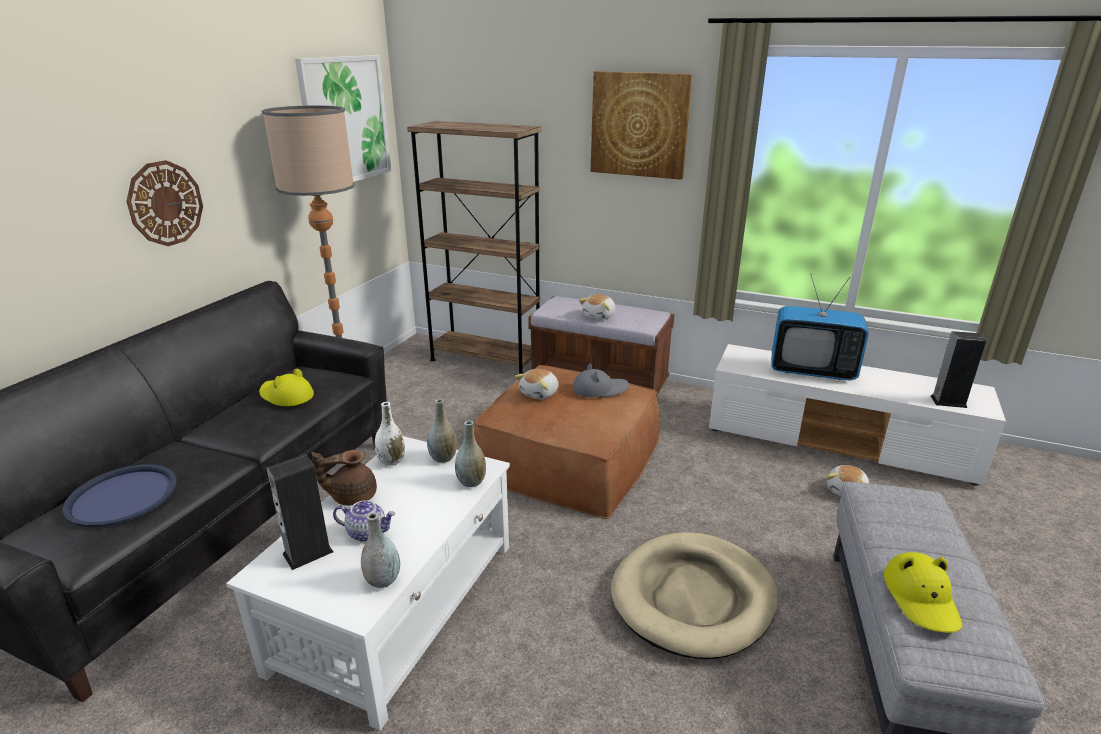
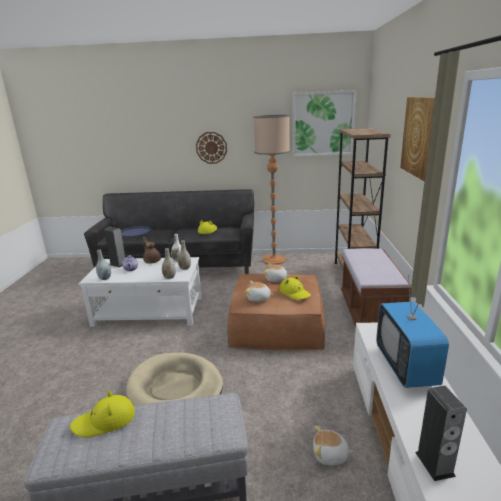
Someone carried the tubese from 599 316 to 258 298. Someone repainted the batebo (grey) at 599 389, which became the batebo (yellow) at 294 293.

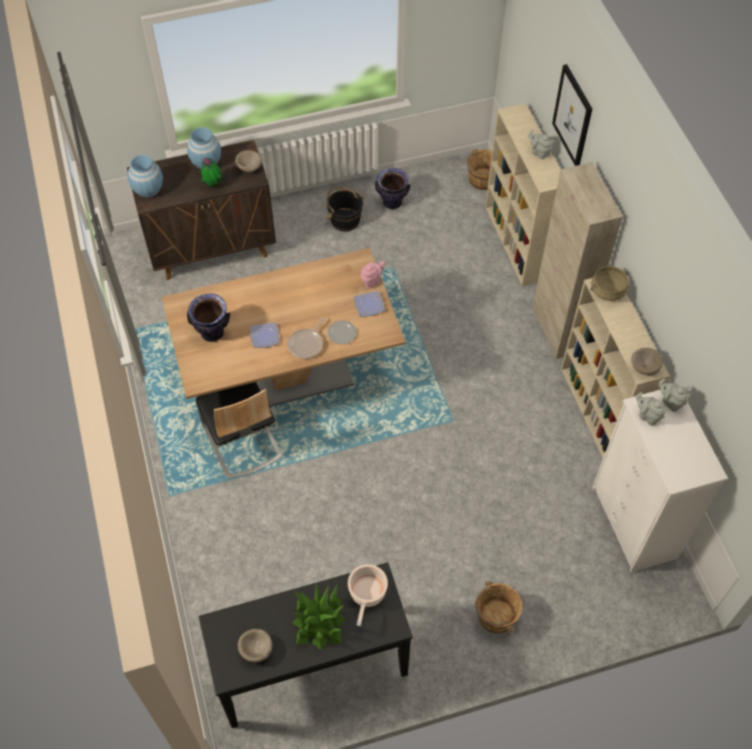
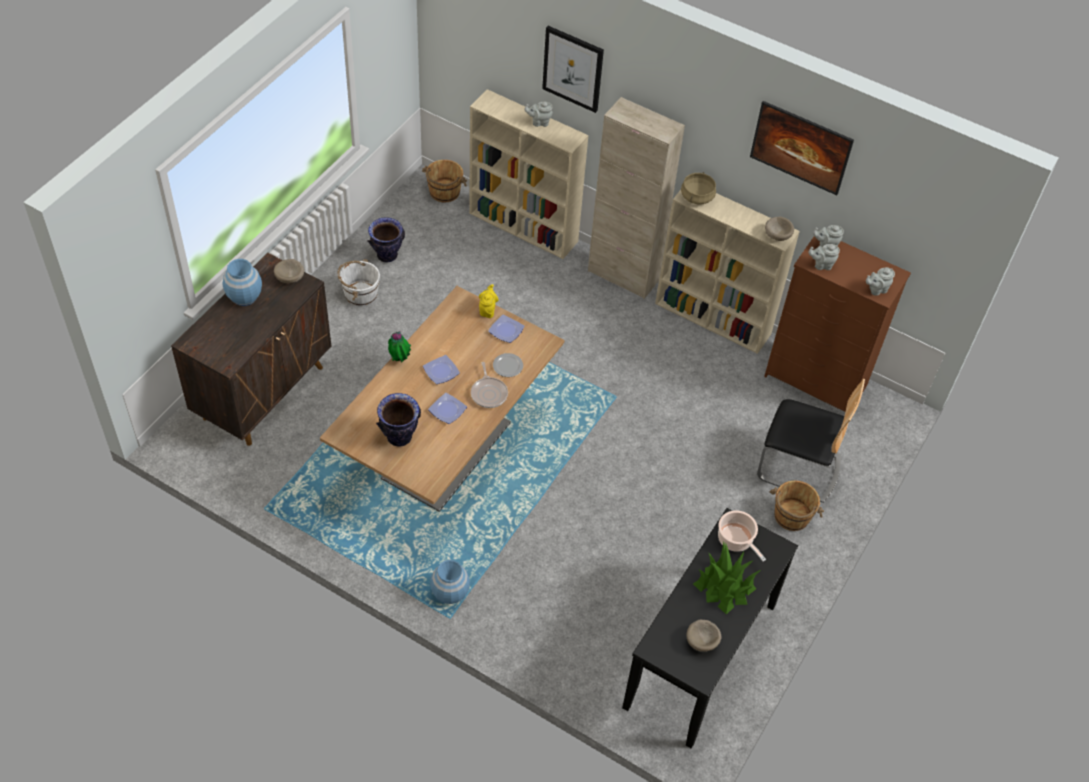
Someone put down the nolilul at 440 371. Someone put up the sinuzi at 797 161. Someone put down the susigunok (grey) at 876 289. Someone carried the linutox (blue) from 148 189 to 449 593. Someone carried the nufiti from 241 441 to 798 467. Someone carried the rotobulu from 213 184 to 399 359. Someone repainted the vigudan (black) at 345 220, which became the vigudan (white) at 360 294. Someone repainted the susigunok (pink) at 372 281, which became the susigunok (yellow) at 487 310. Someone repainted the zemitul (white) at 633 523, which became the zemitul (brown) at 816 381.

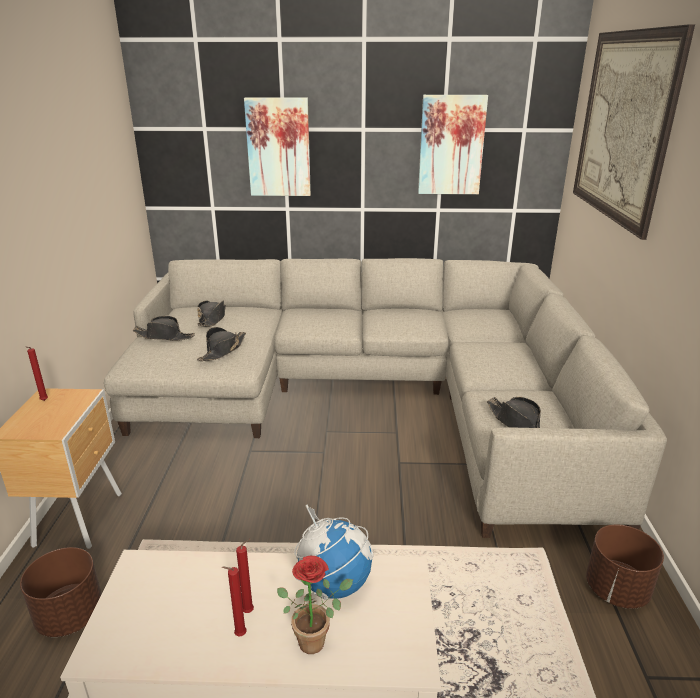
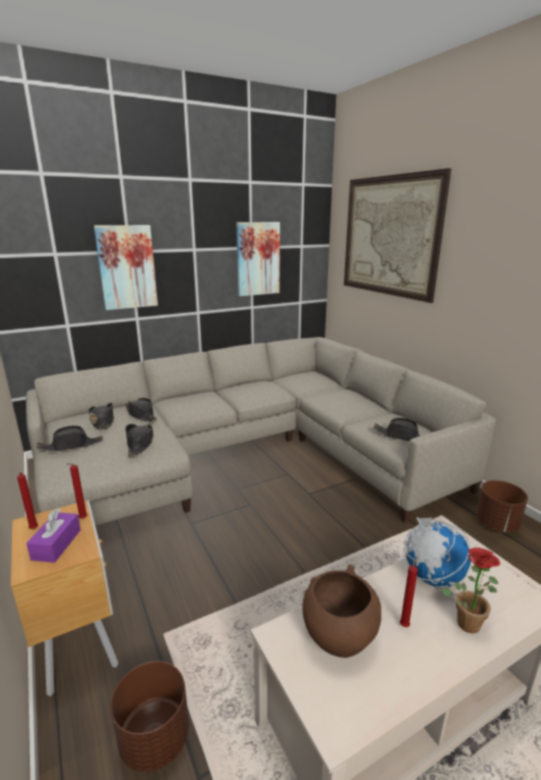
Someone put down the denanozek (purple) at 56 544. Someone put down the batebo (black) at 141 415. Someone put down the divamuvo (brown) at 338 636. Someone carried the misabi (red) from 238 635 to 82 519.

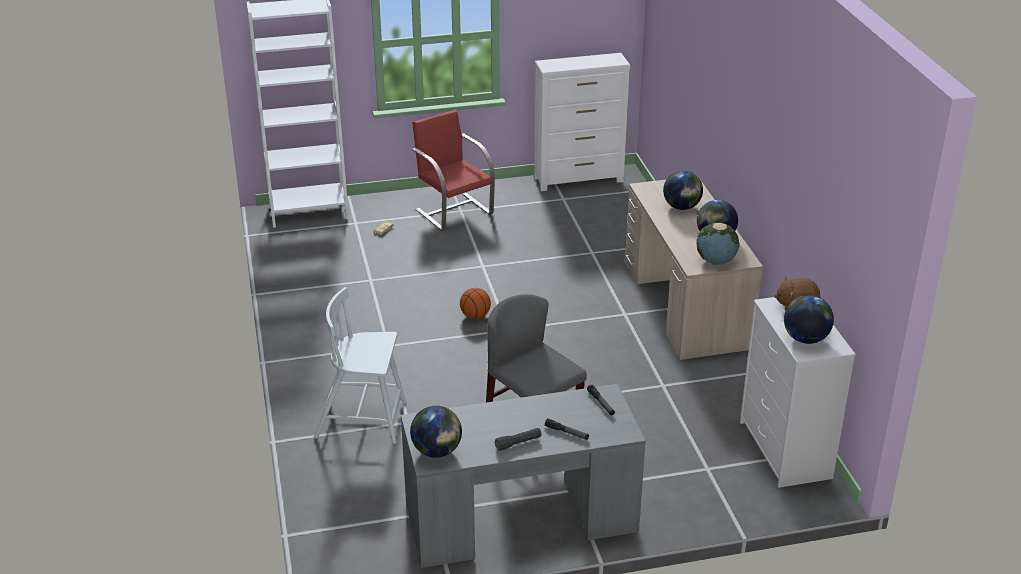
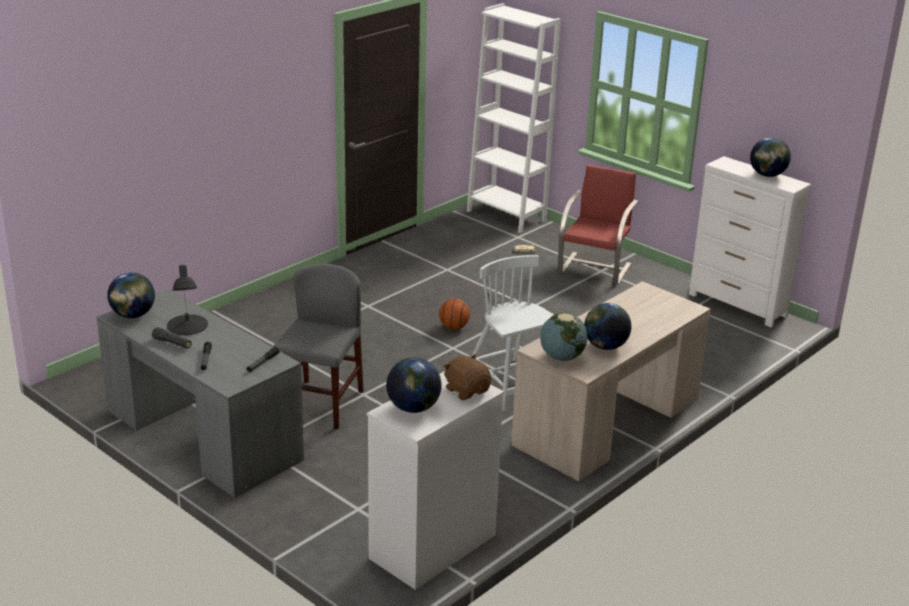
Someone put down the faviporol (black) at 187 325. Someone carried the nufiti (white) from 363 420 to 510 385. Someone carried the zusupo from 682 207 to 767 175.

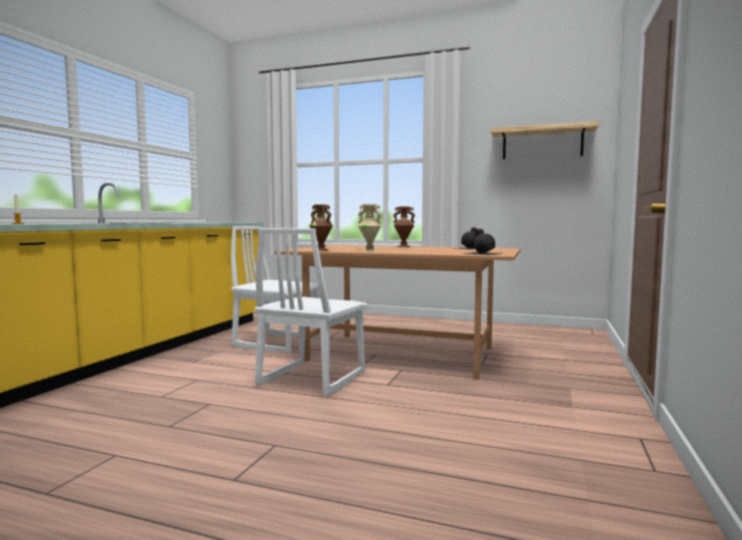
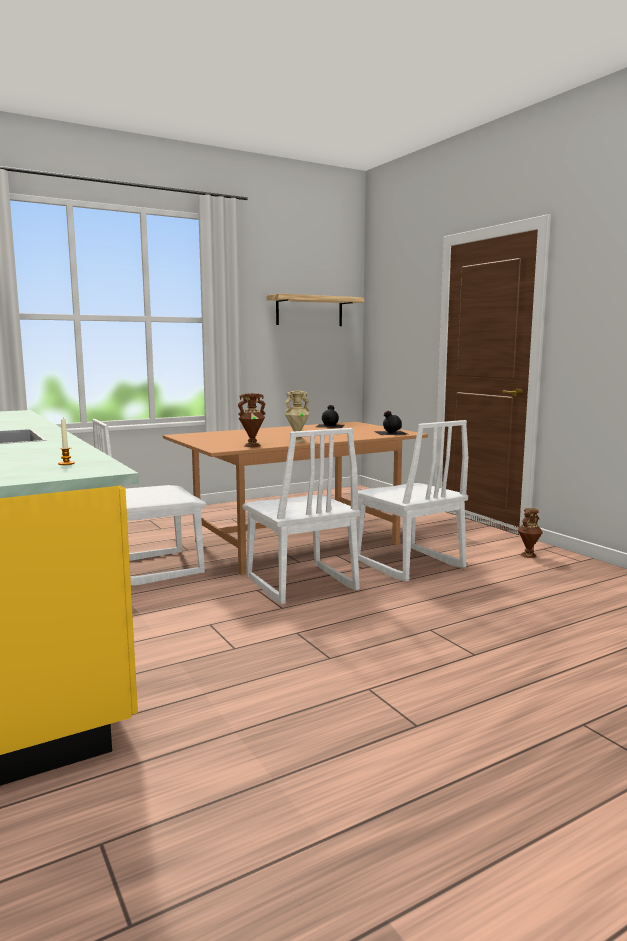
Someone put down the nufiti (white) at 408 565. Someone carried the linutox (brown) from 403 247 to 528 555.

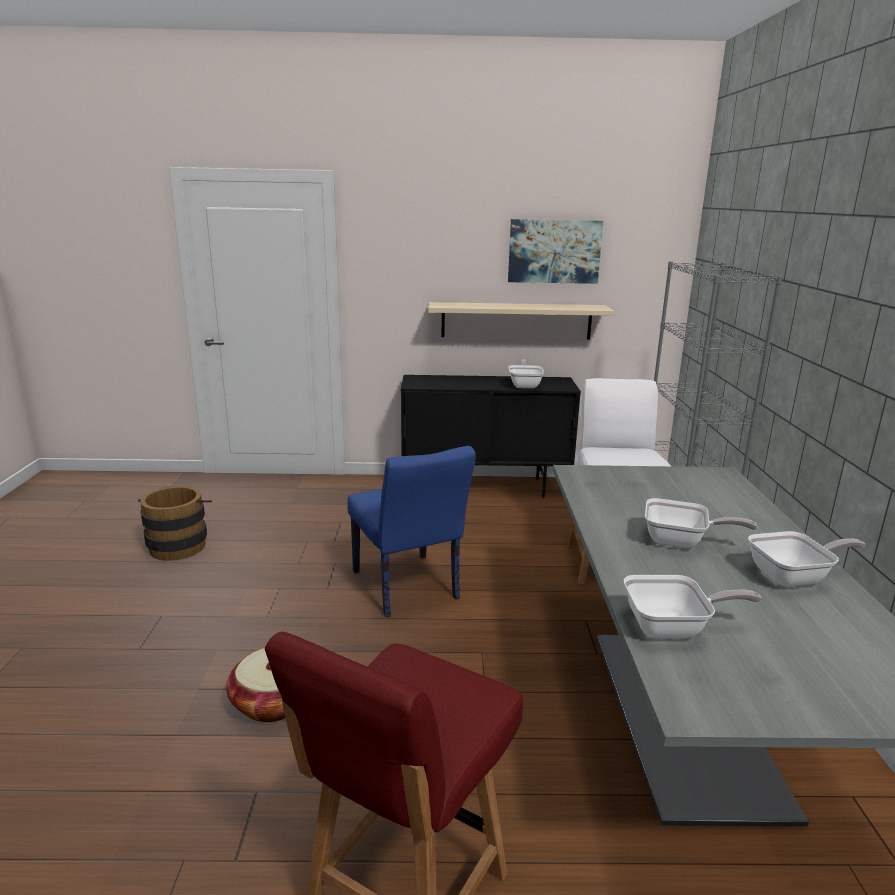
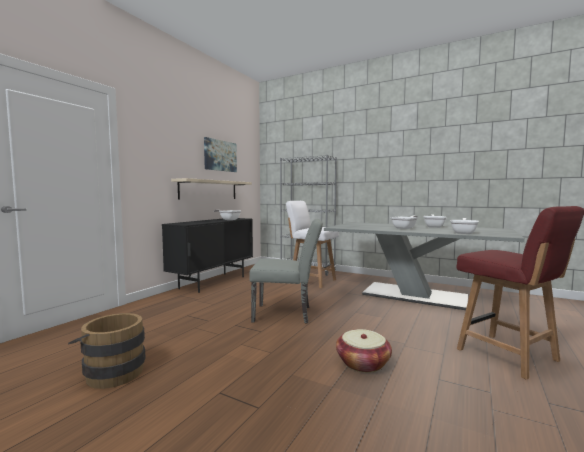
Someone repainted the nufiti (blue) at 408 589, which became the nufiti (grey) at 287 314.

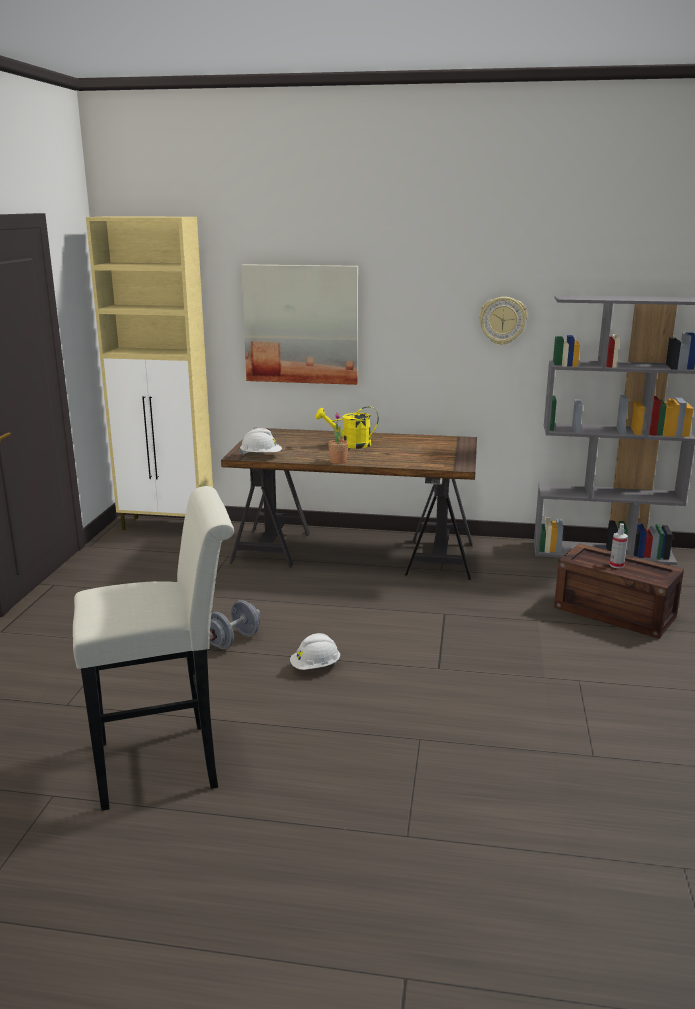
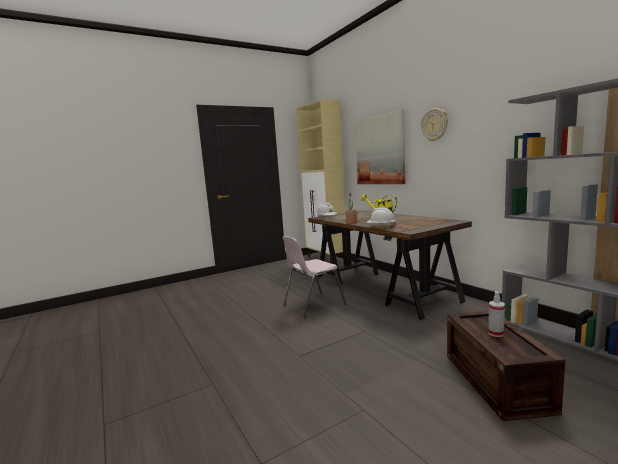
Someone took away the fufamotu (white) at 168 762. Someone took away the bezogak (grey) at 233 641. Someone put down the nufiti (pink) at 313 305. Someone carried the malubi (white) from 315 667 to 381 227. Someone carried the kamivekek from 502 320 to 435 125.

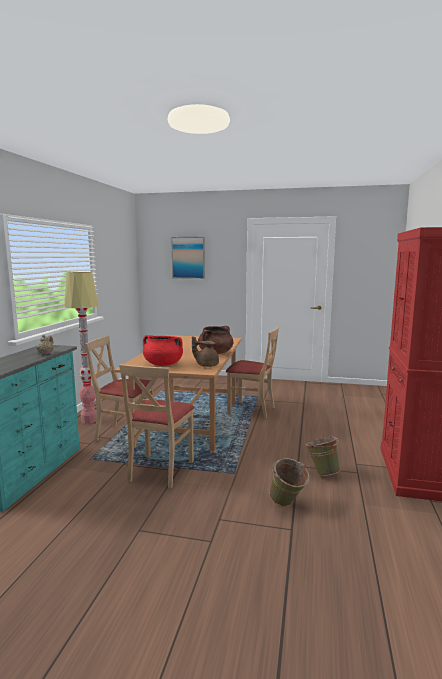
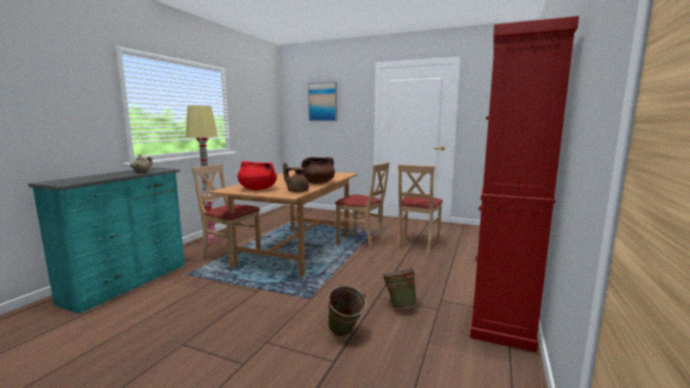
Someone carried the nufiti (beige) from 160 470 to 417 244.

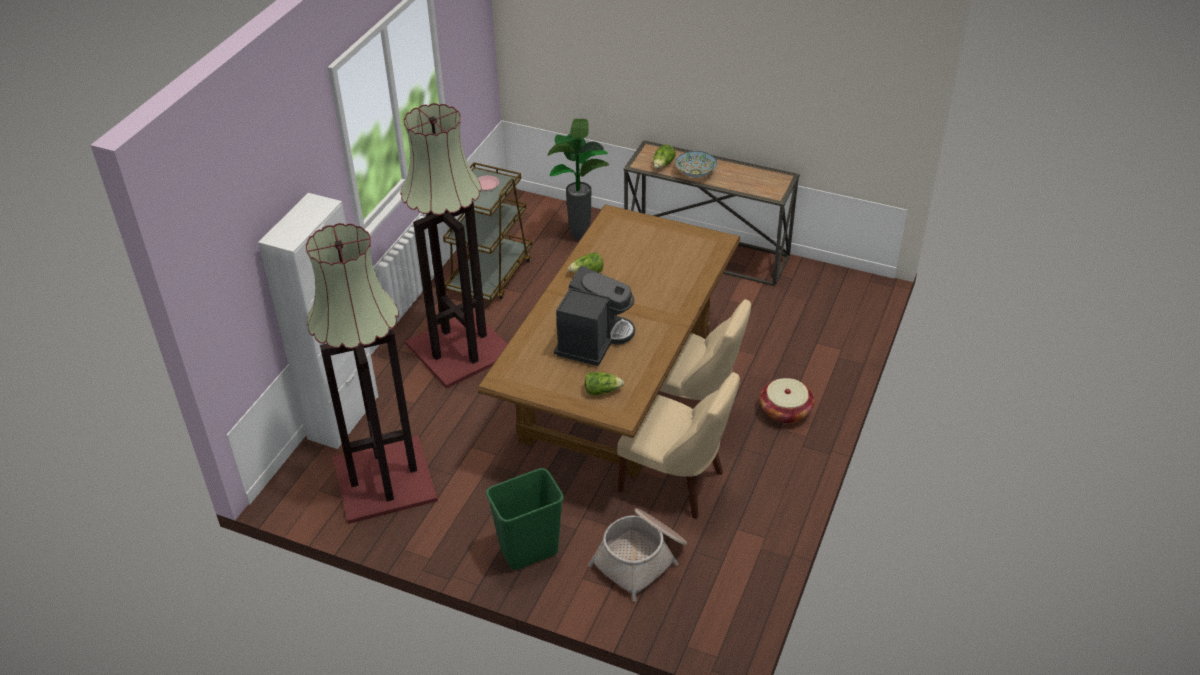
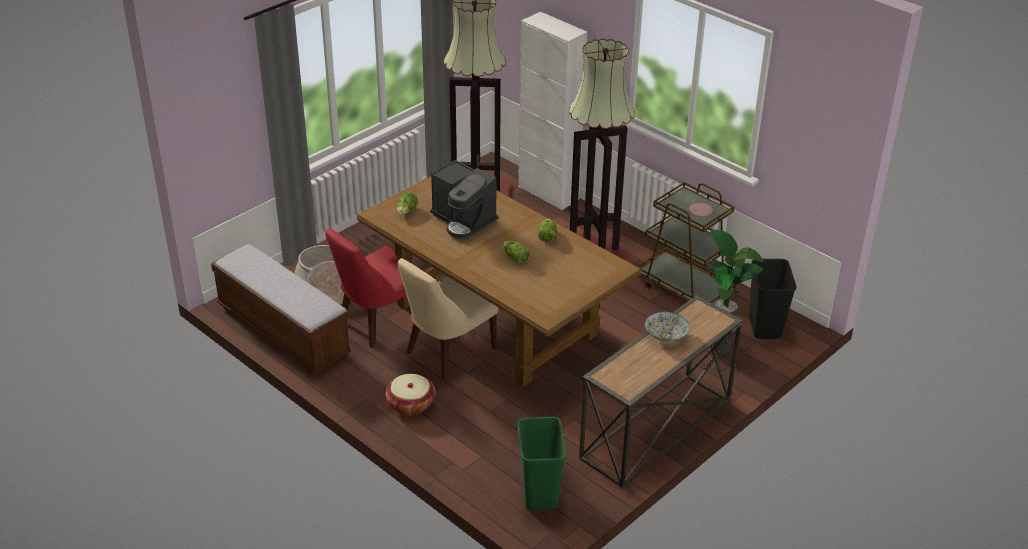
Someone put down the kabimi at 283 331. Someone put down the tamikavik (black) at 765 328. Someone carried the tamikavik (green) from 529 550 to 540 494. Someone carried the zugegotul from 663 165 to 515 258. Someone repainted the nufiti (beige) at 676 483, which became the nufiti (red) at 378 322.

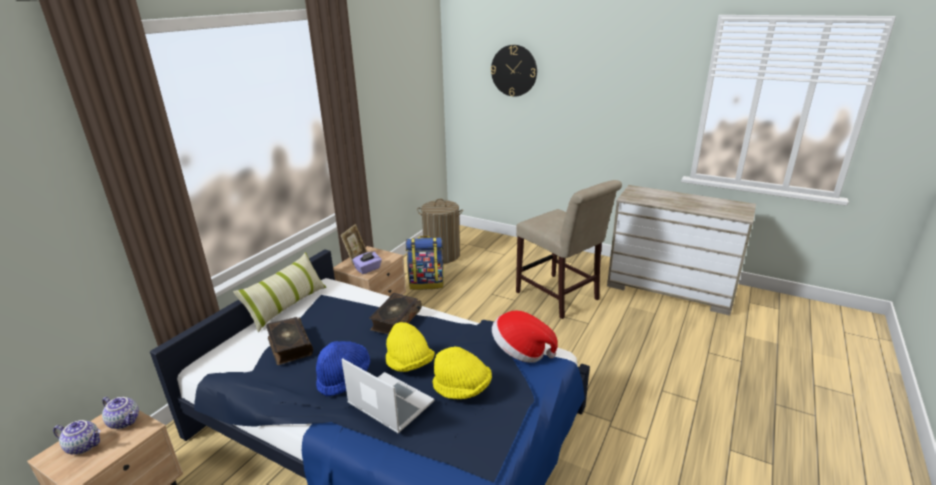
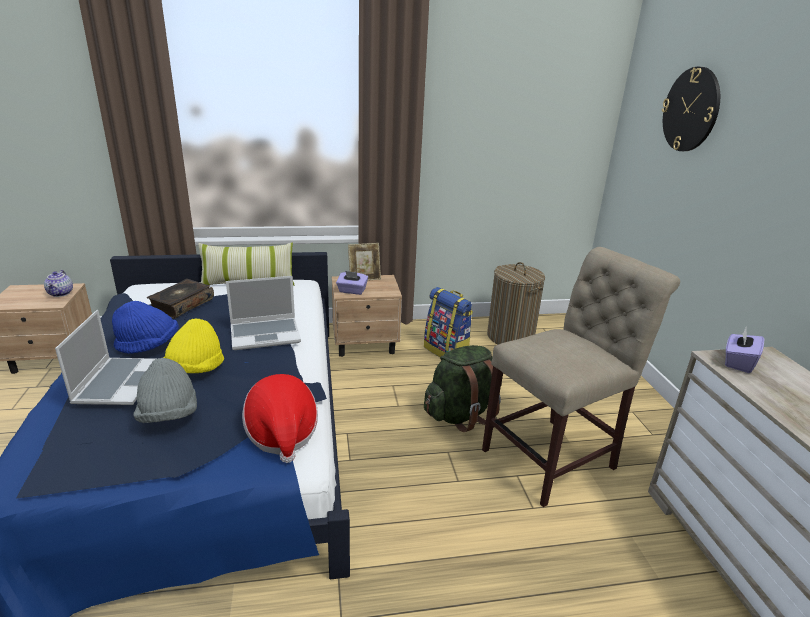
Someone took away the susigunok at 85 445. Someone put down the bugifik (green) at 461 415. Someone put down the denanozek (purple) at 738 362. Someone swapped the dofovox at 395 320 for the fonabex at 266 334. Someone repainted the batebo (yellow) at 462 389, which became the batebo (grey) at 169 415. Someone rotated the nufiti (beige) at 560 297 by 135 degrees counterclockwise.

